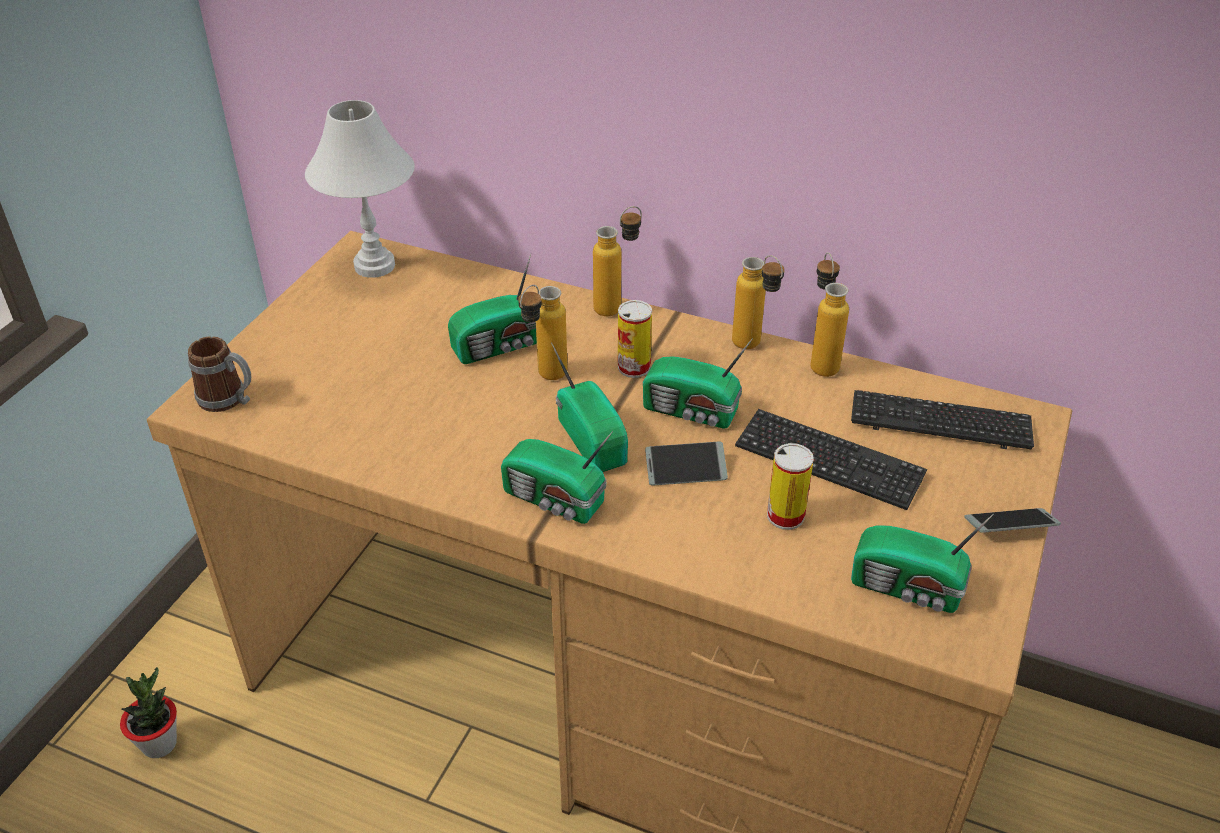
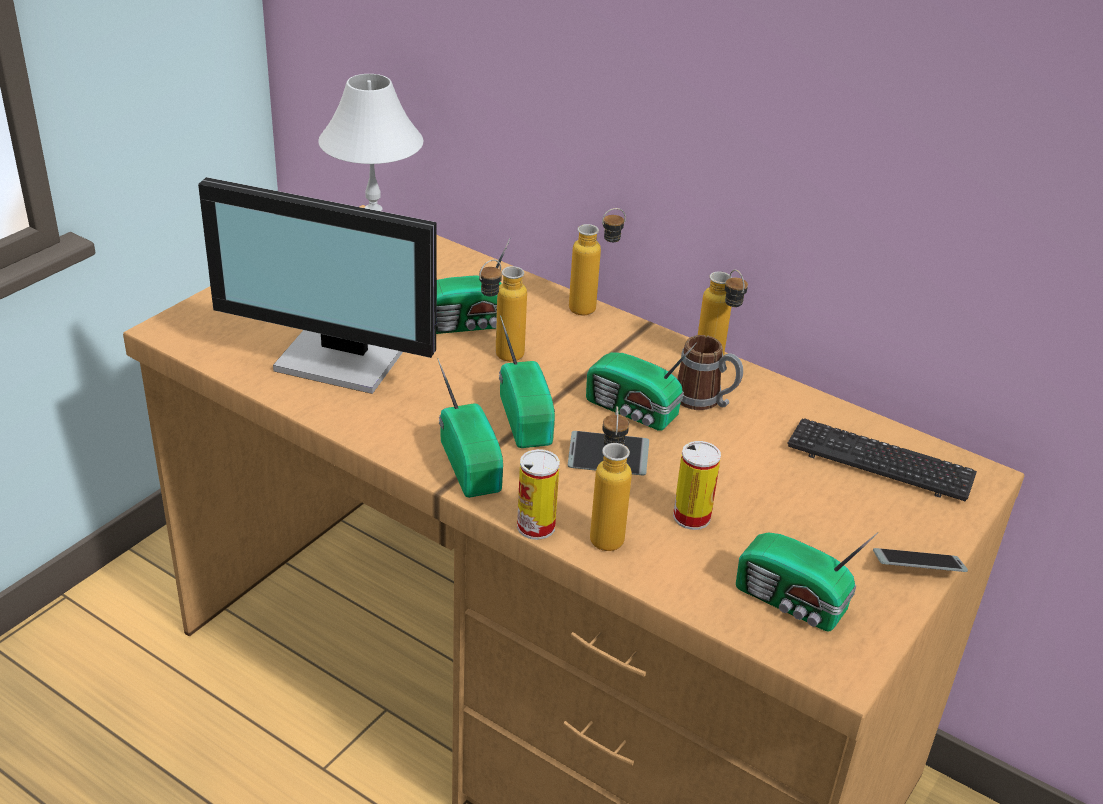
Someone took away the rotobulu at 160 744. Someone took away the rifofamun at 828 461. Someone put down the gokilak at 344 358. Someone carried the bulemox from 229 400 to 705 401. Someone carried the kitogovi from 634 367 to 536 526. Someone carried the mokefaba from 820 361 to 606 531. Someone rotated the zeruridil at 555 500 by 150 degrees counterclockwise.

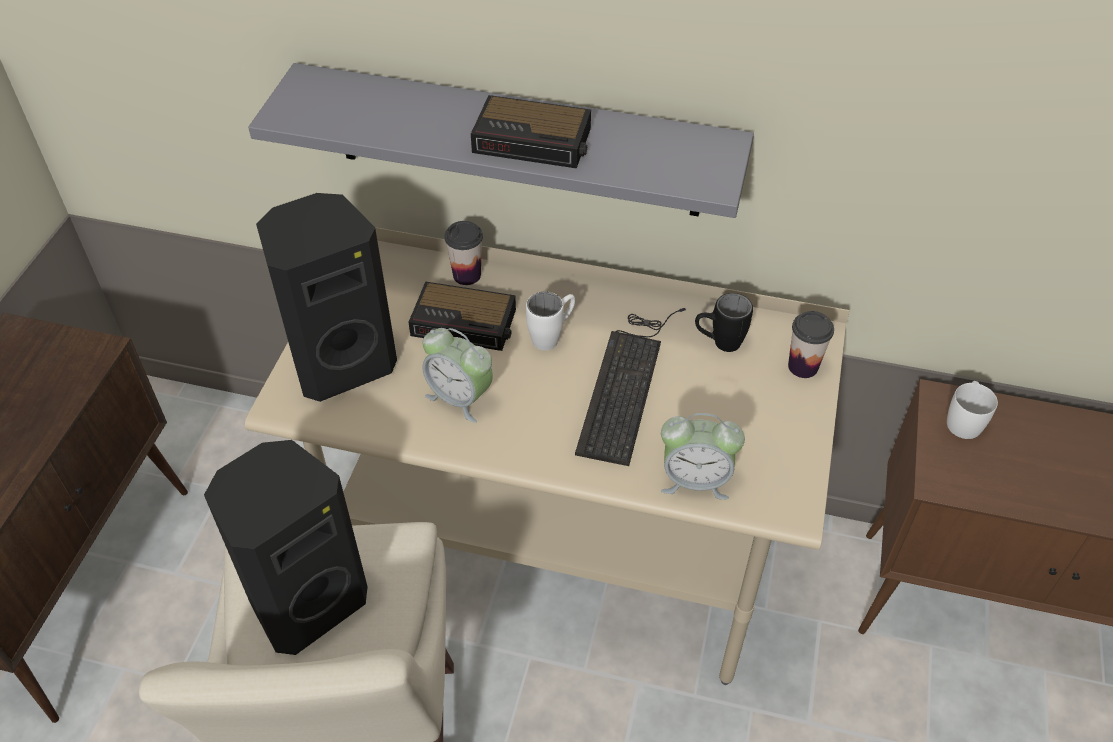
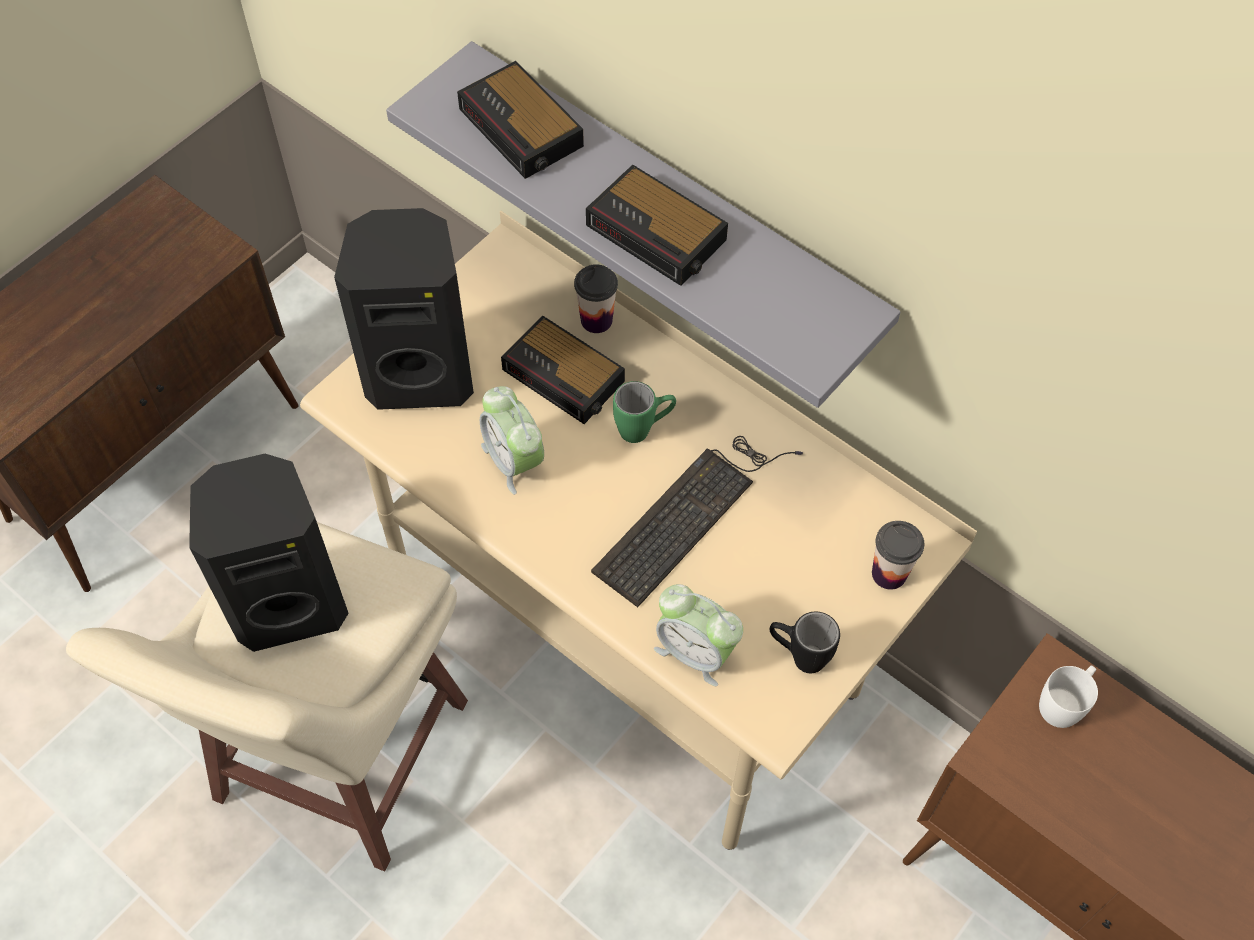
Someone put down the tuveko at 522 129. Someone carried the bulemox (black) from 718 343 to 798 655. Someone repainted the bulemox (white) at 552 337, which became the bulemox (green) at 644 429.

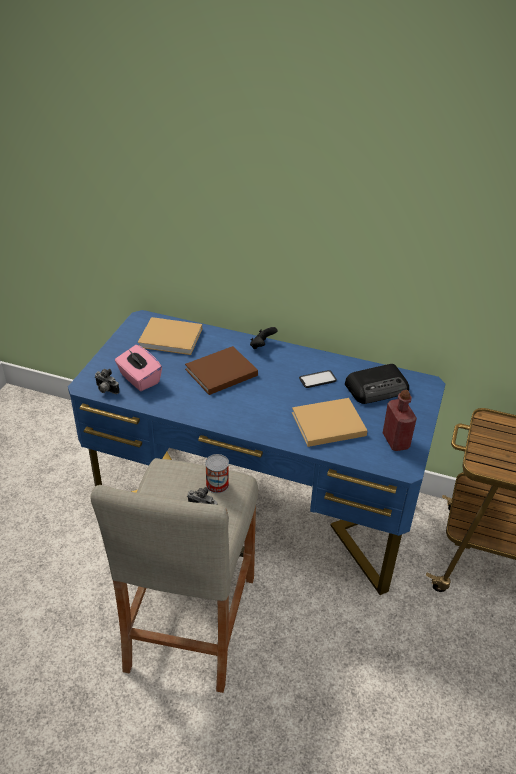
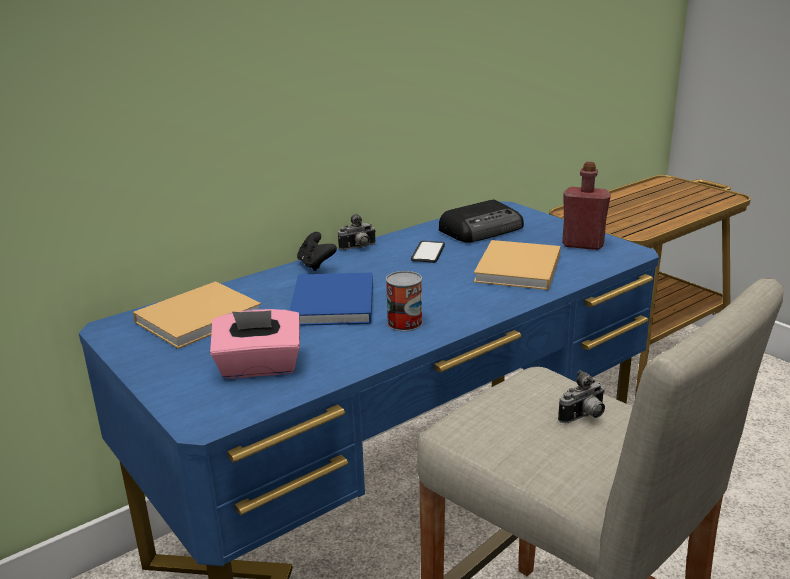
Someone carried the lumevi from 106 390 to 358 248. Someone carried the kitogovi from 217 484 to 404 323. Someone repainted the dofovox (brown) at 219 373, which became the dofovox (blue) at 333 304. Someone rotated the zeruridil at 378 388 by 45 degrees clockwise.

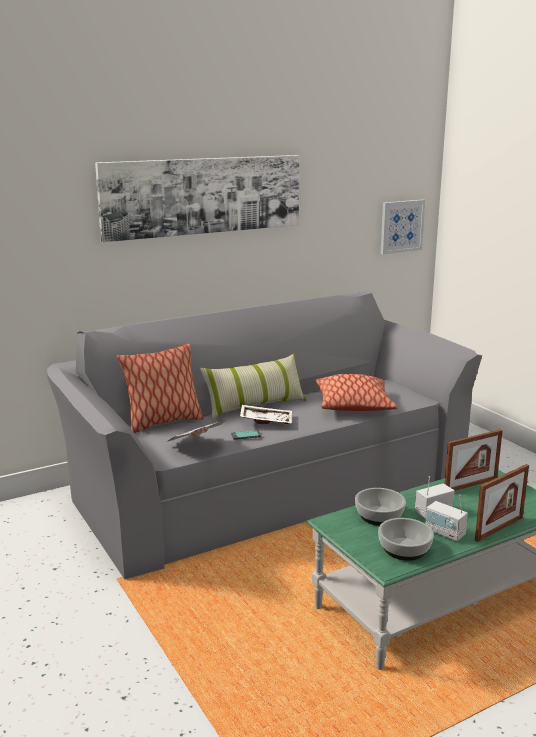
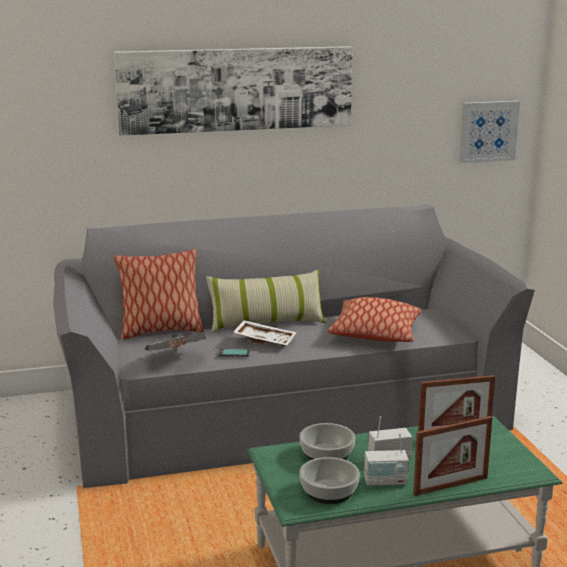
Someone rotated the zeruridil at 444 533 by 60 degrees counterclockwise.

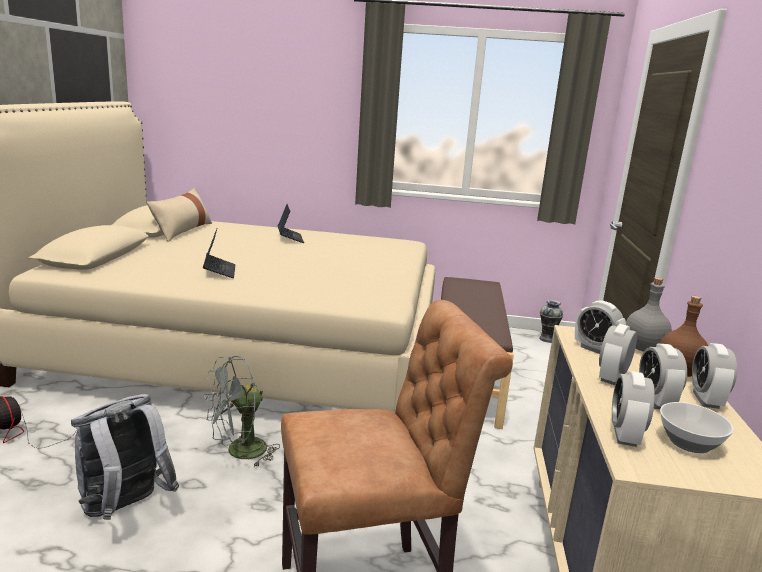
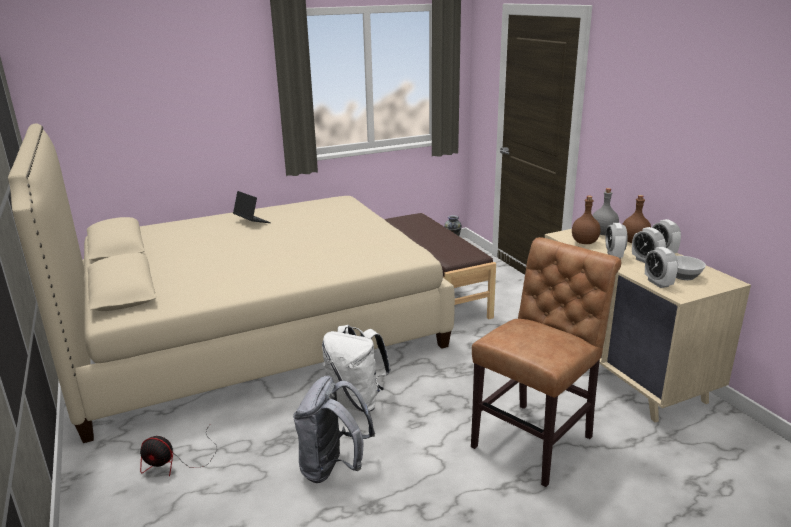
Someone took away the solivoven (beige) at 182 231. Someone took away the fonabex at 219 271. Someone swapped the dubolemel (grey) at 239 452 for the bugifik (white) at 356 402. Someone swapped the tuveko at 595 349 for the mokefaba (brown) at 584 242.

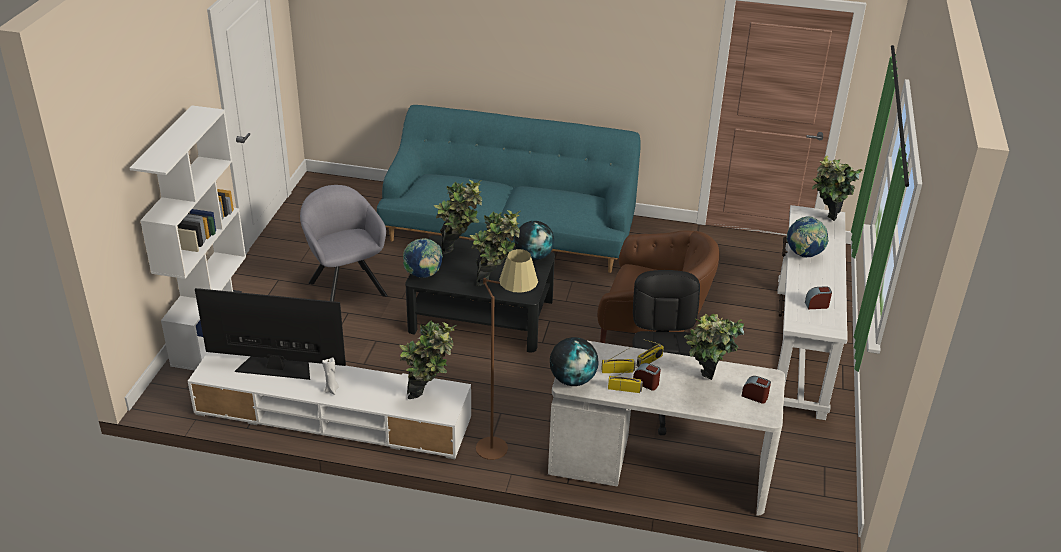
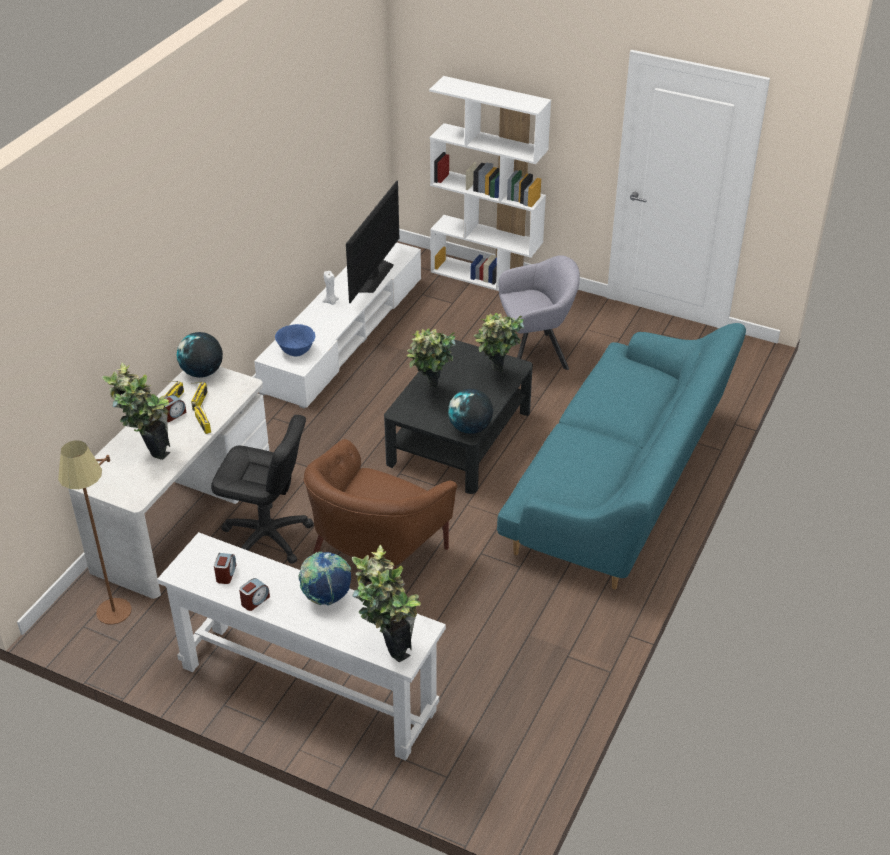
Someone took away the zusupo at 423 275. Someone carried the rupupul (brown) from 503 442 to 117 622. Someone carried the tuveko from 755 396 to 255 601. Someone swapped the rotobulu at 430 397 for the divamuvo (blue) at 296 351.

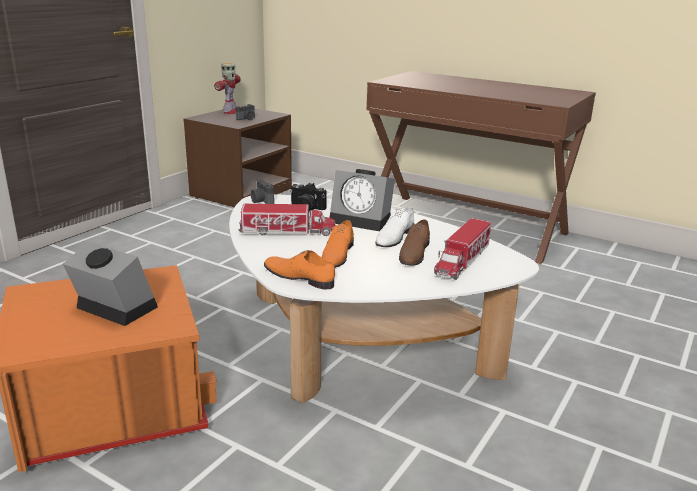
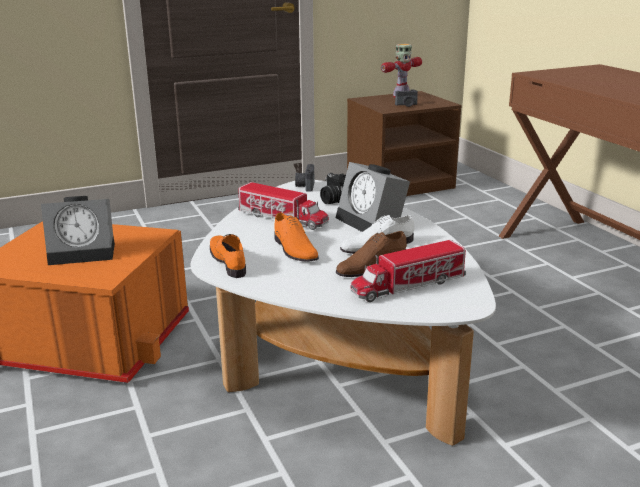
Someone rotated the tuveko at 112 308 by 105 degrees clockwise. Someone rotated the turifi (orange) at 337 254 by 75 degrees counterclockwise.

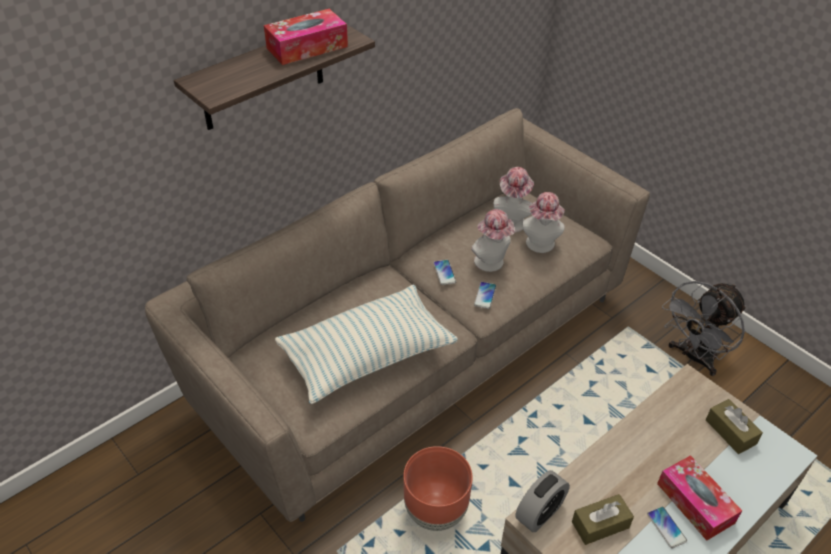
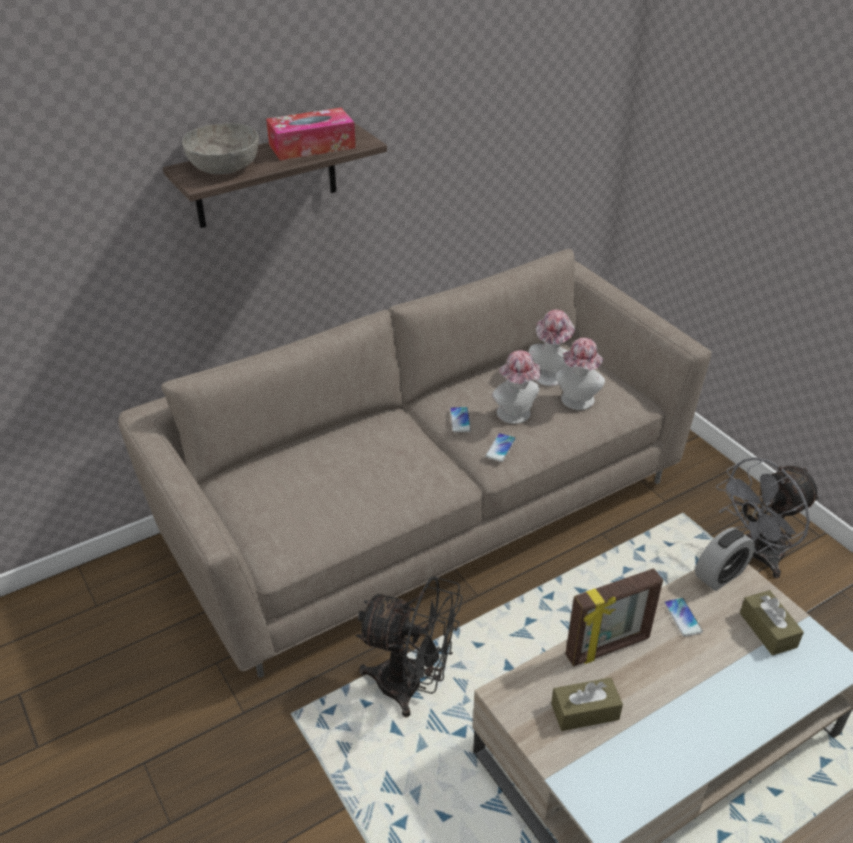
Someone took away the solivoven at 367 355. Someone took away the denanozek at 695 503. Someone put down the divamuvo (grey) at 224 166. Someone put down the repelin at 608 648. Someone carried the tuveko from 539 513 to 720 575. Someone carried the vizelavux from 666 527 to 683 617. Someone swapped the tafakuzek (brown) at 435 510 for the dubolemel (black) at 412 685.

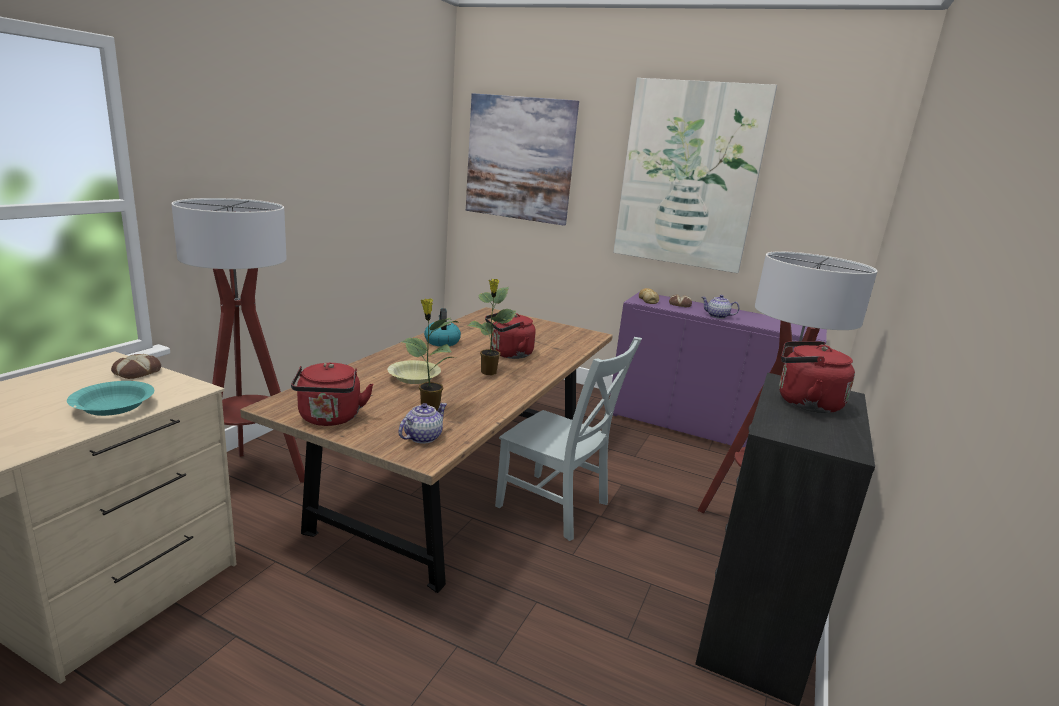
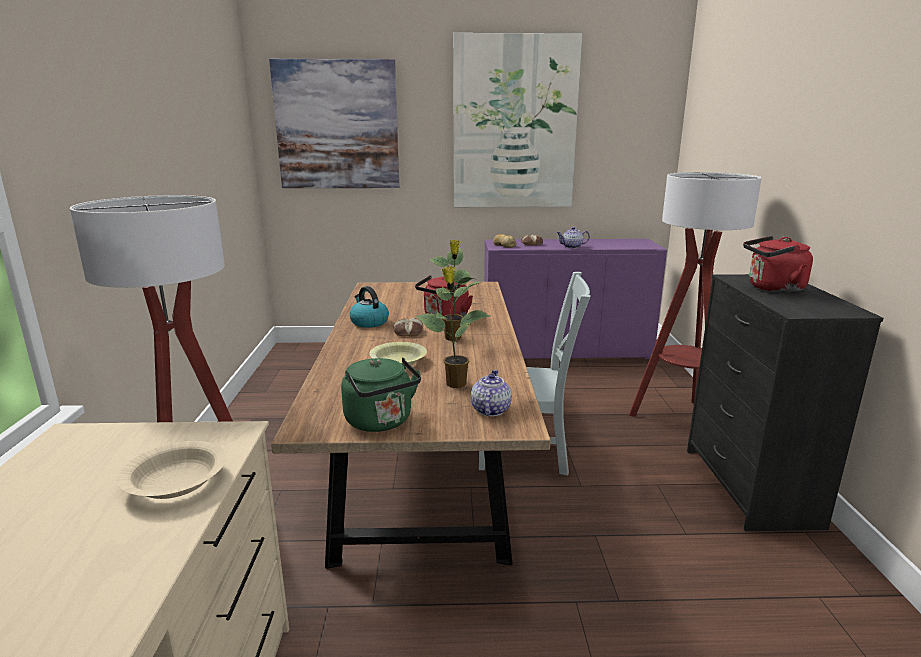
Someone carried the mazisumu from 137 372 to 408 332. Someone repainted the divamuvo (turquoise) at 113 407, which became the divamuvo (beige) at 176 482. Someone repainted the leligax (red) at 329 419, which became the leligax (green) at 381 422.

